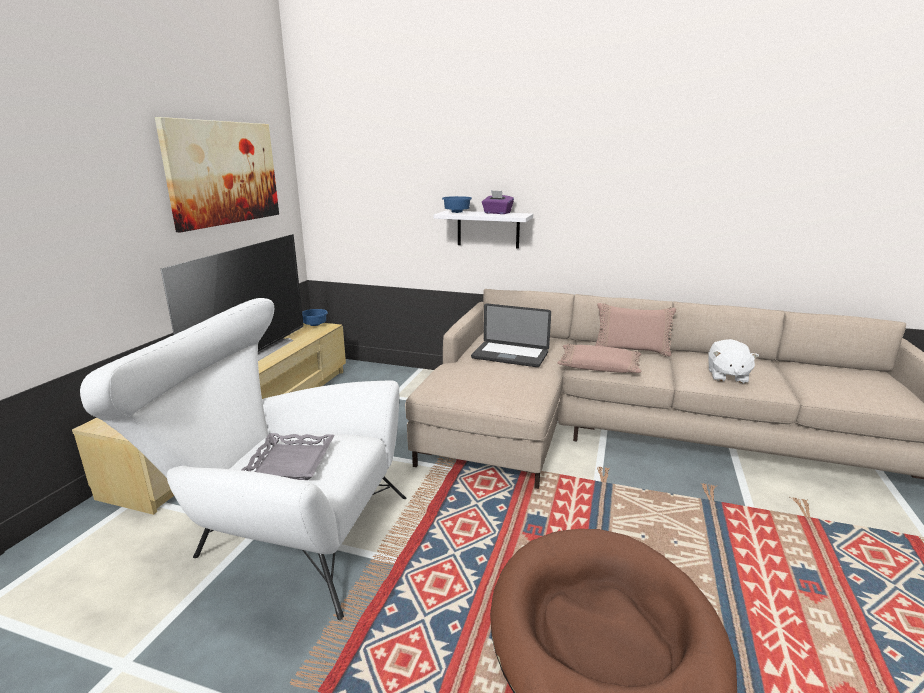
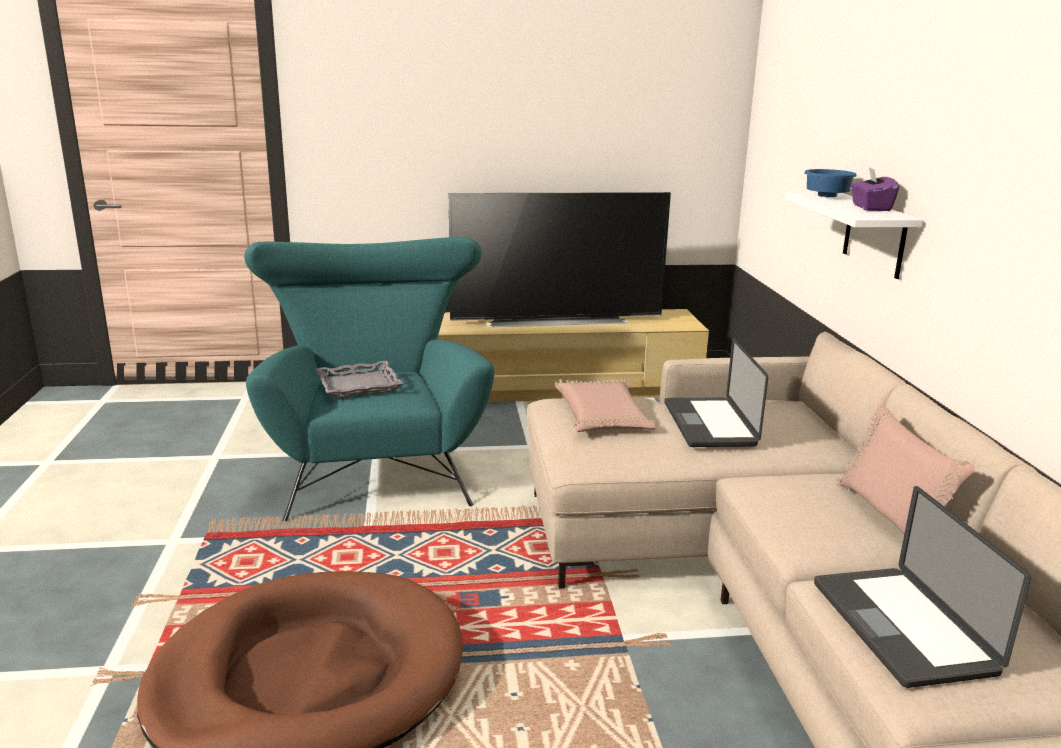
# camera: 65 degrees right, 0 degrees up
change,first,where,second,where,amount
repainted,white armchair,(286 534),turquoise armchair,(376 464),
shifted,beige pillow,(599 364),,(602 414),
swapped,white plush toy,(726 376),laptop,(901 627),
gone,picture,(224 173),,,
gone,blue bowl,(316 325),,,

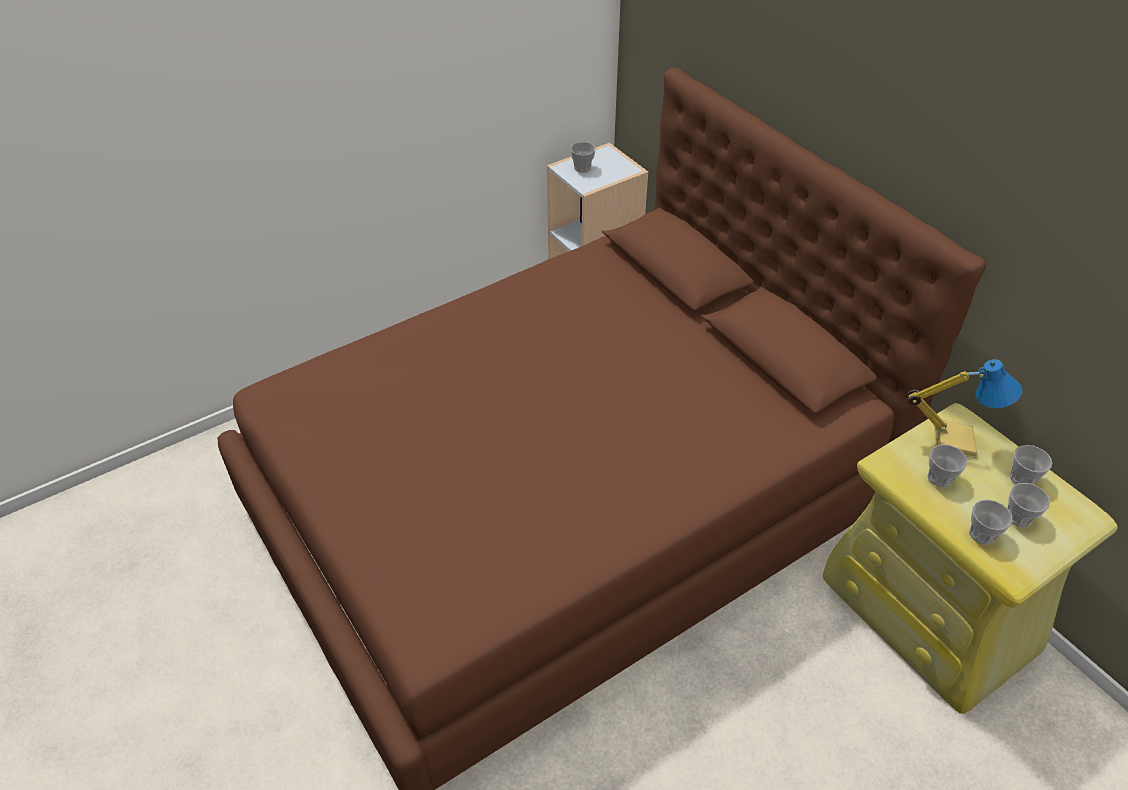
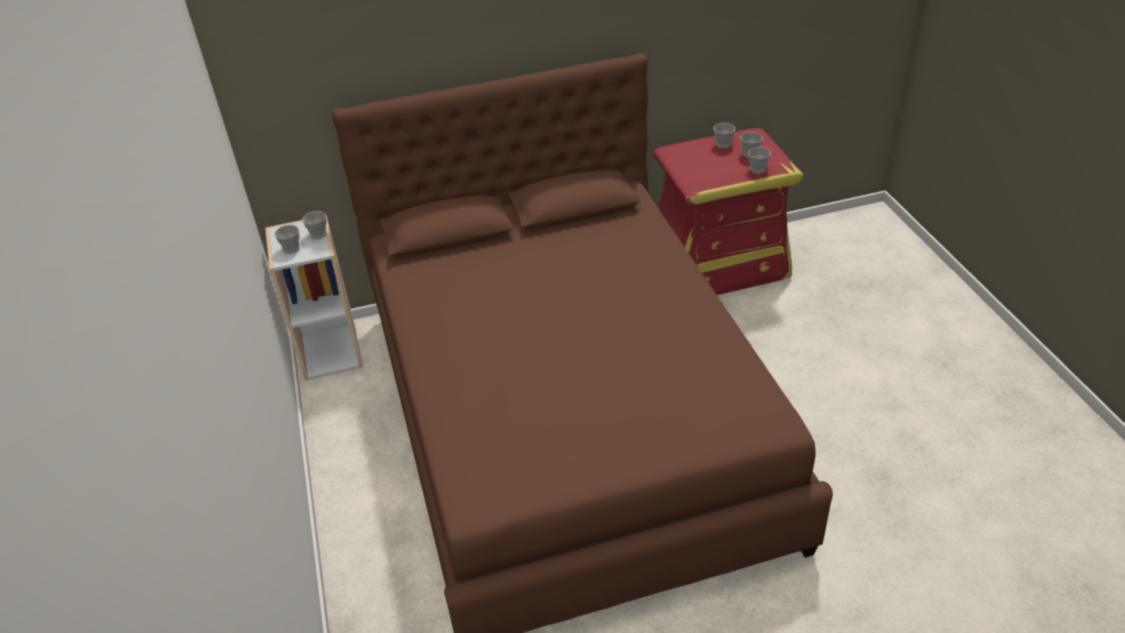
# camera: 70 degrees left, 5 degrees down
change,first,where,second,where,amount
shifted,cup,(939 478),,(318 234),
repainted,yellow nightstand,(928 614),red nightstand,(721 267),
gone,table lamp,(953 440),,,

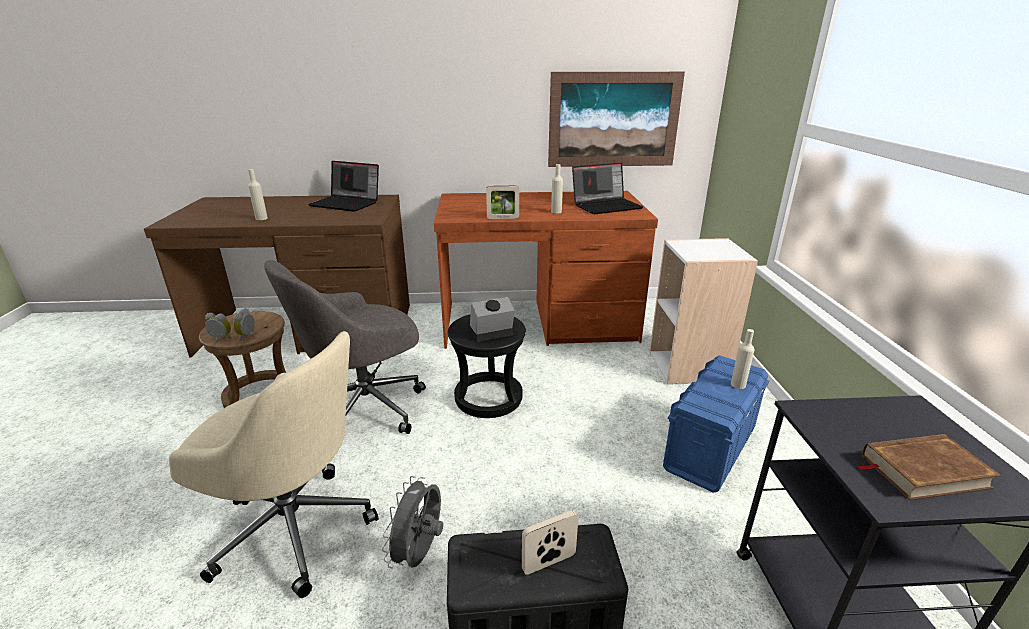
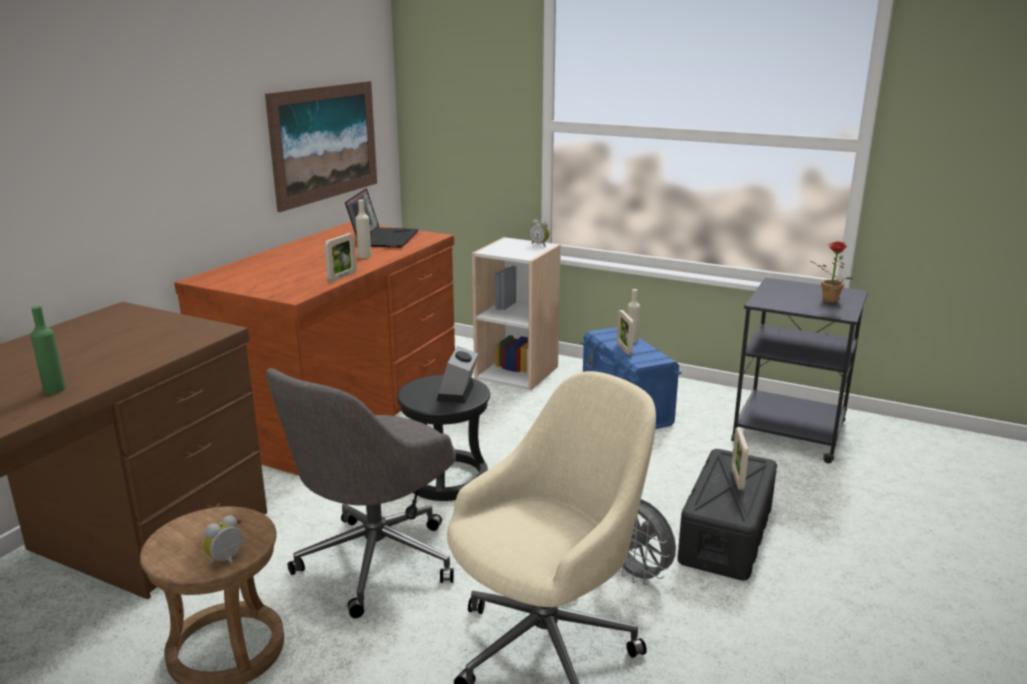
# camera: 60 degrees left, 5 degrees down
change,first,where,second,where,amount
repainted,beige bottle,(261 218),green bottle,(54 389),
rotated,grey office chair,(366 410),,(376 563),45 degrees clockwise
shifted,alarm clock,(248 336),,(539 244),
new,,,picture frame,(624 349),
swapped,brown book,(923 471),potted plant,(827 300),
gone,laptop,(347 203),,,

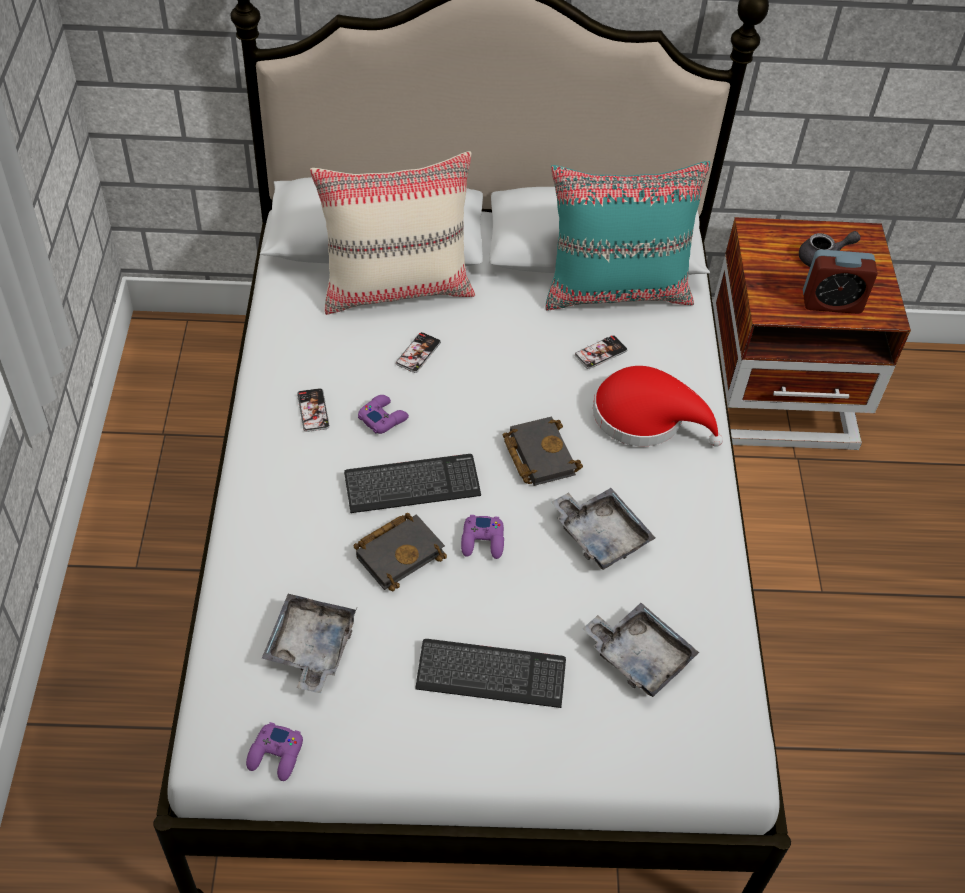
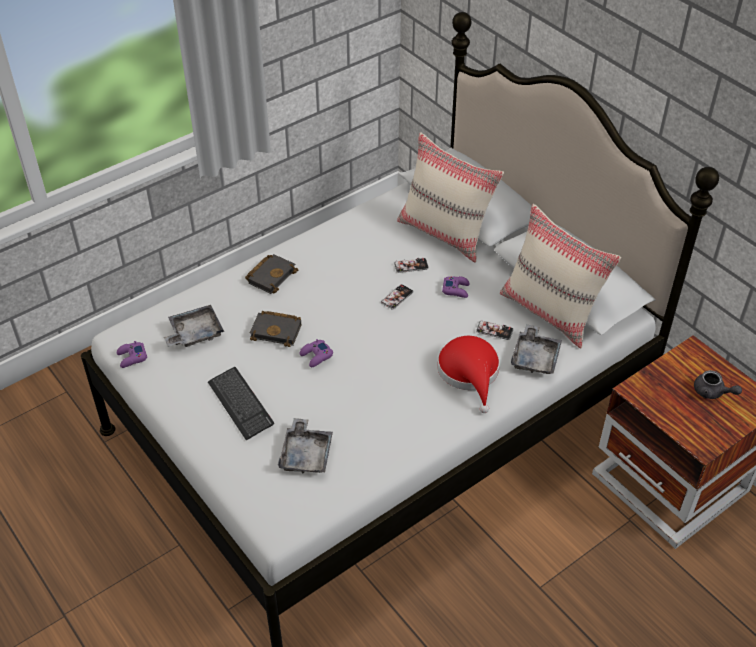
# camera: 55 degrees right, 5 degrees down
change,first,where,second,where,amount
shifted,black book,(537 454),,(271 275),
shifted,phone,(313 410),,(397 297),
shifted,purple game controller,(383 418),,(456 289),
repainted,turquoise pillow,(616 290),beige pillow,(550 312),
shifted,grey tray,(600 535),,(535 357),
gone,keyboard,(412 485),,,
gone,alarm clock,(831 303),,,

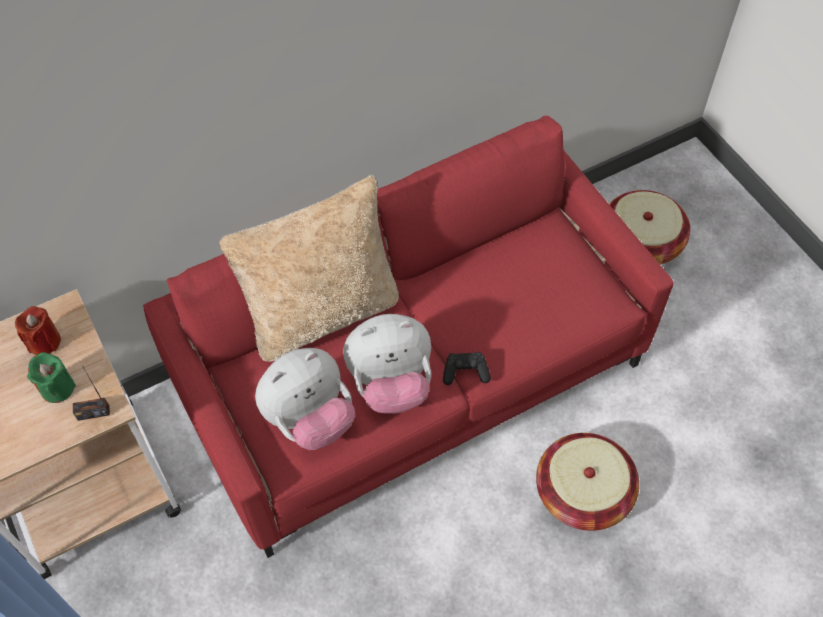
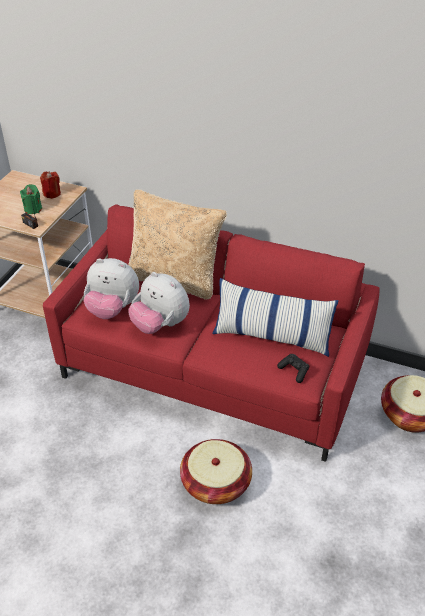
# camera: 50 degrees right, 15 degrees down
change,first,where,second,where,amount
new,,,pillow,(272 336),
shifted,black game controller,(465 372),,(294 371),

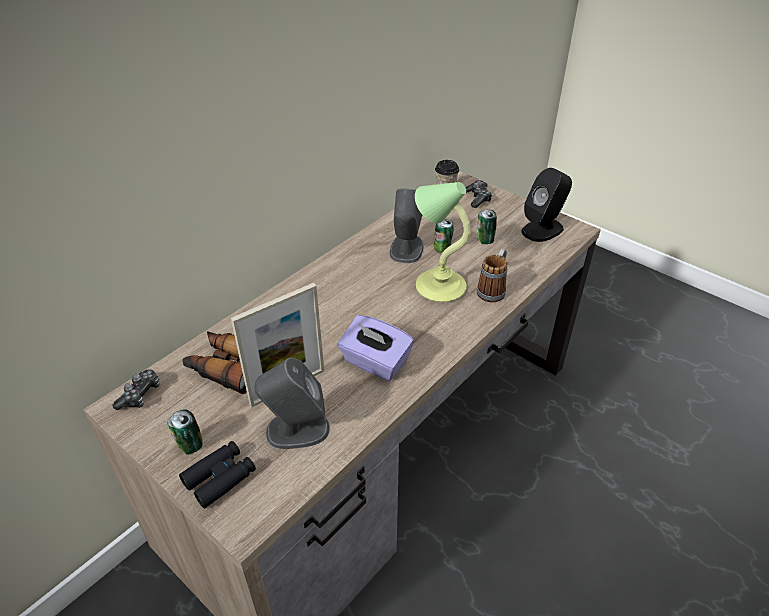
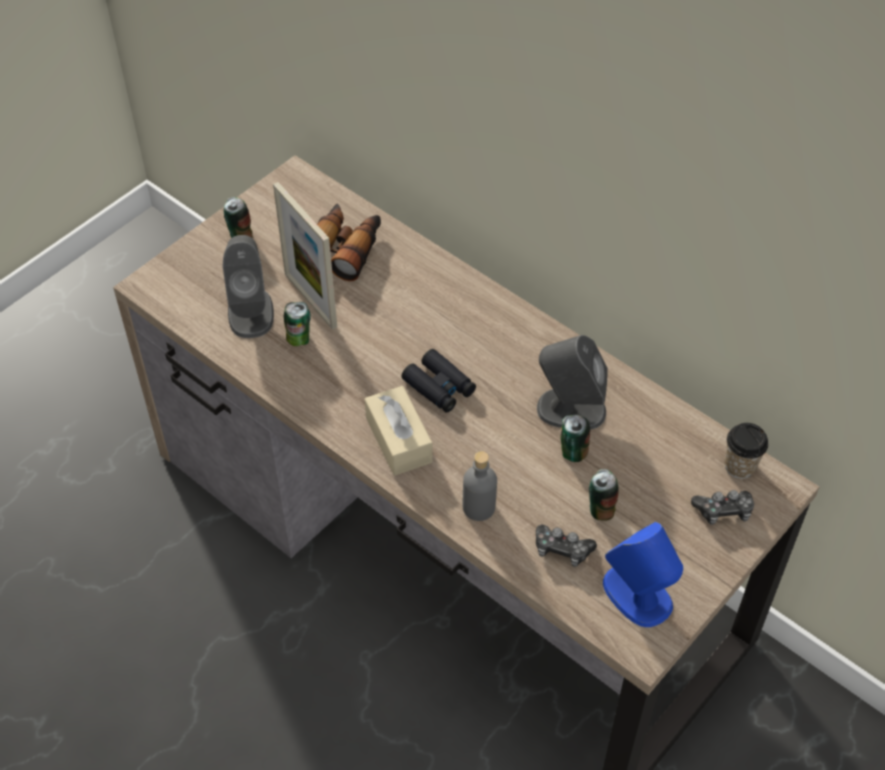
# camera: 90 degrees right, 10 degrees up
change,first,where,second,where,amount
new,,,can,(299 339),
new,,,beige tissue box,(398 440),
shifted,black binoculars,(220 478),,(439 387),
swapped,mug,(493 290),grey bottle,(479 507),
shifted,game controller,(140 395),,(562 550),
repainted,black speaker,(542 229),blue speaker,(638 595),
gone,purple tissue box,(375 362),,,
gone,table lamp,(439 286),,,

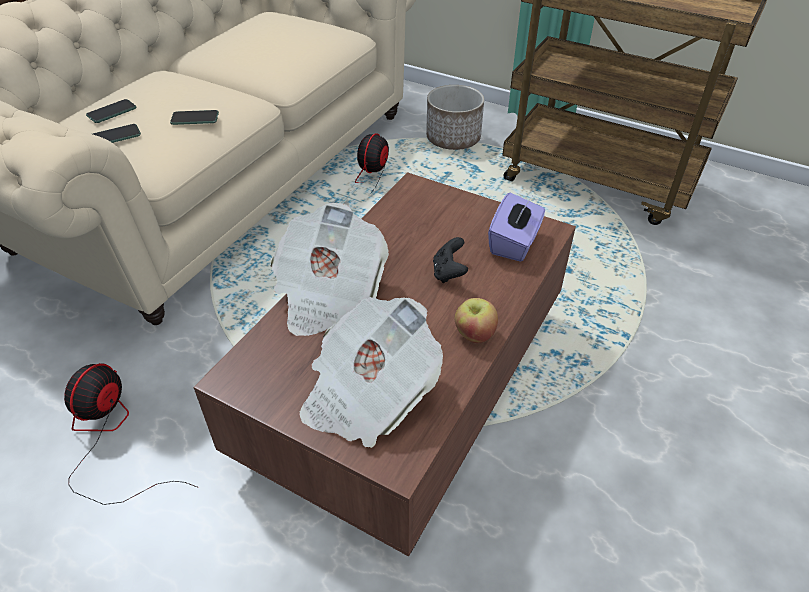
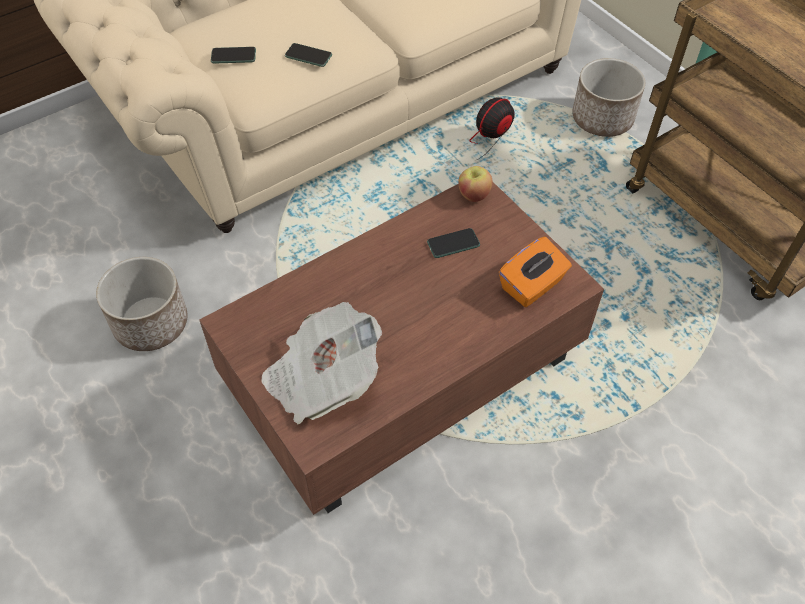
# camera: 25 degrees right, 10 degrees up
change,first,where,second,where,amount
swapped,fan,(111 439),planter,(151 323),
shifted,phone,(112 112),,(453 244),
shifted,apple,(474 334),,(473 194),
repainted,purple tissue box,(514 243),orange tissue box,(532 286),
gone,newspaper,(328 295),,,
gone,black game controller,(449 273),,,

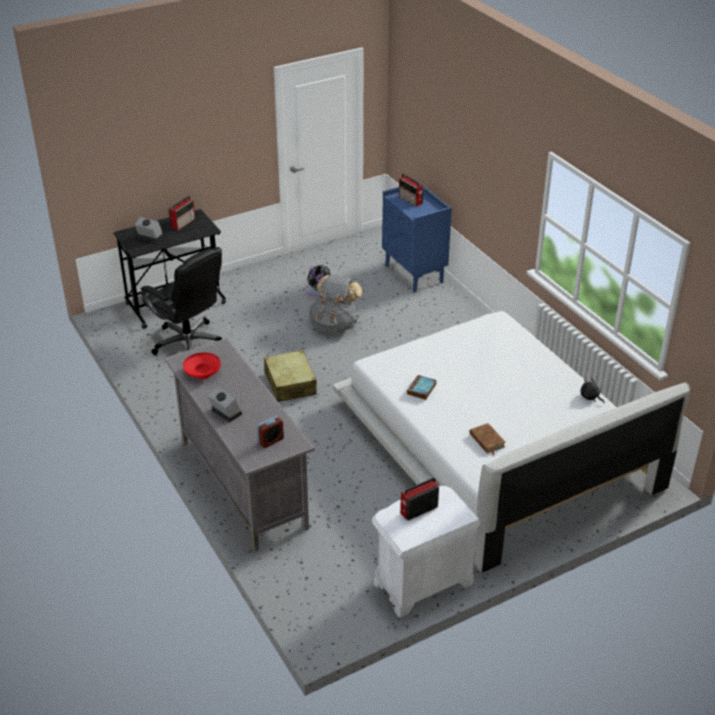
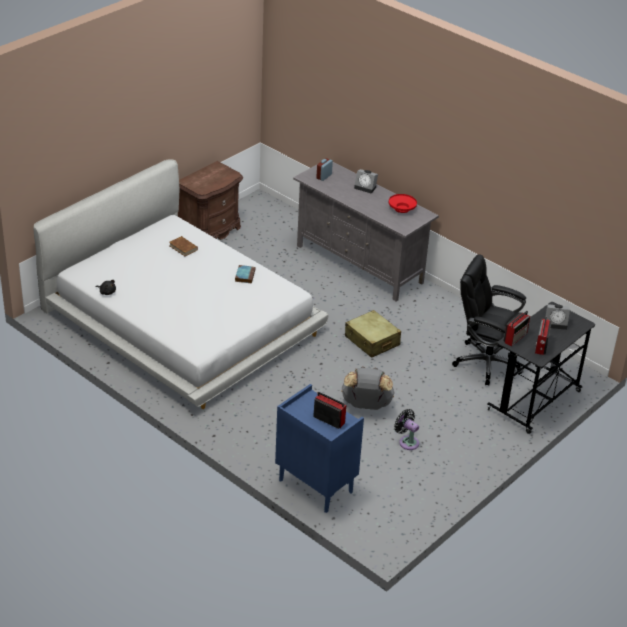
# camera: 160 degrees right, 0 degrees up
change,first,where,second,where,amount
repainted,white nightstand,(420 581),brown nightstand,(211 230),
shifted,radio,(418 510),,(516 337),

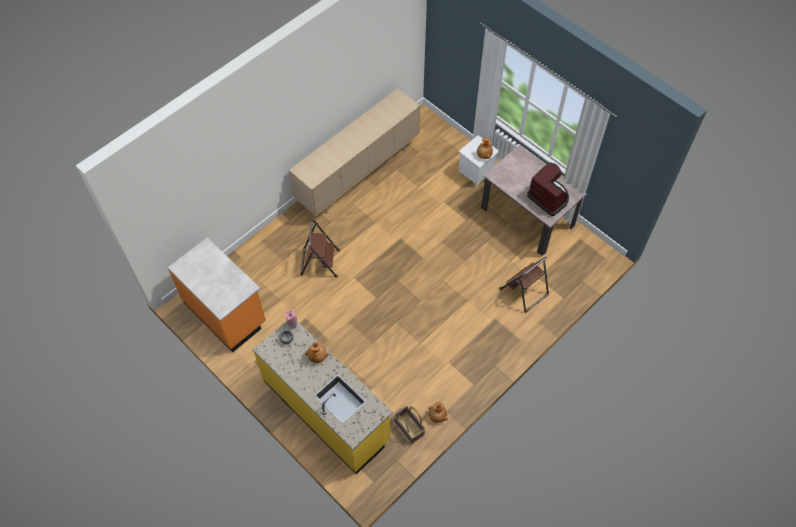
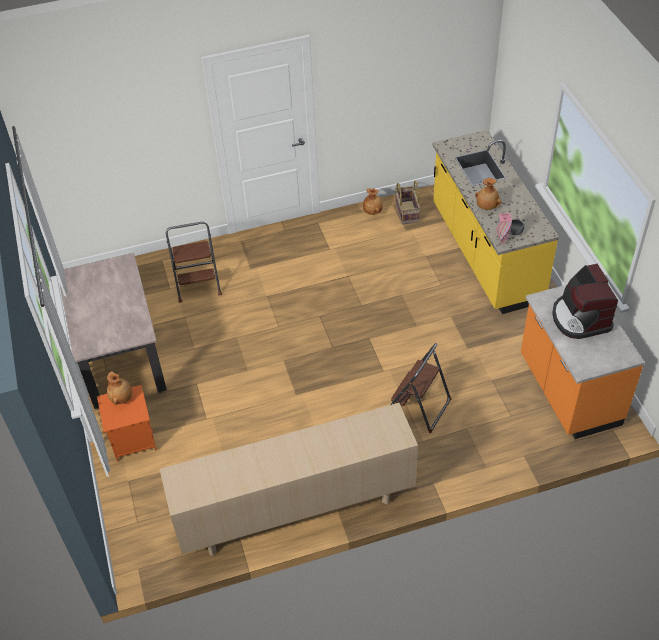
# camera: 150 degrees left, 10 degrees down
change,first,where,second,where,amount
repainted,white nightstand,(477 173),orange nightstand,(132 439),
shifted,coffee machine,(548 197),,(580 318),

